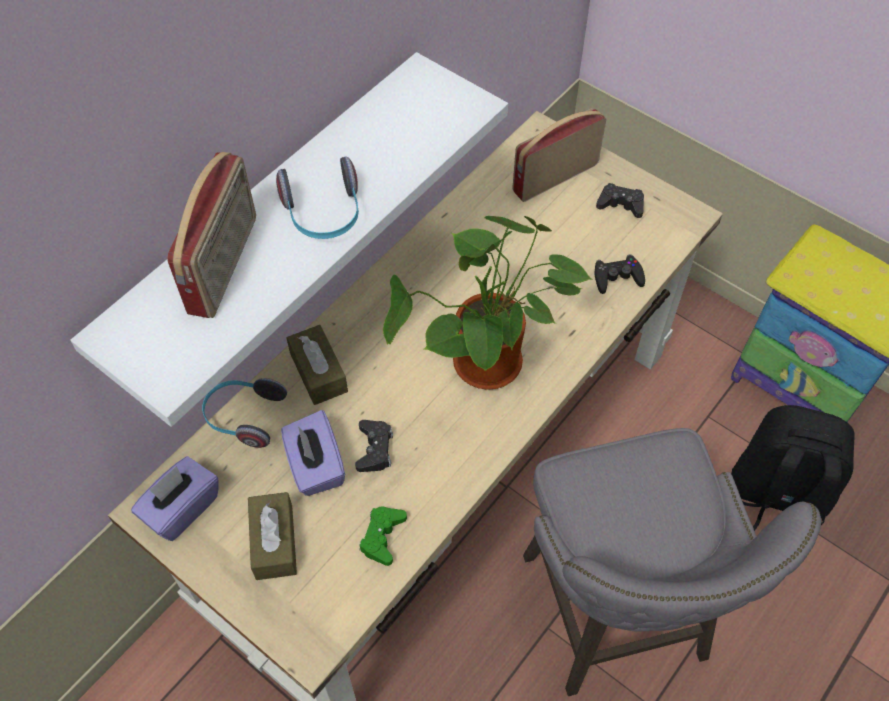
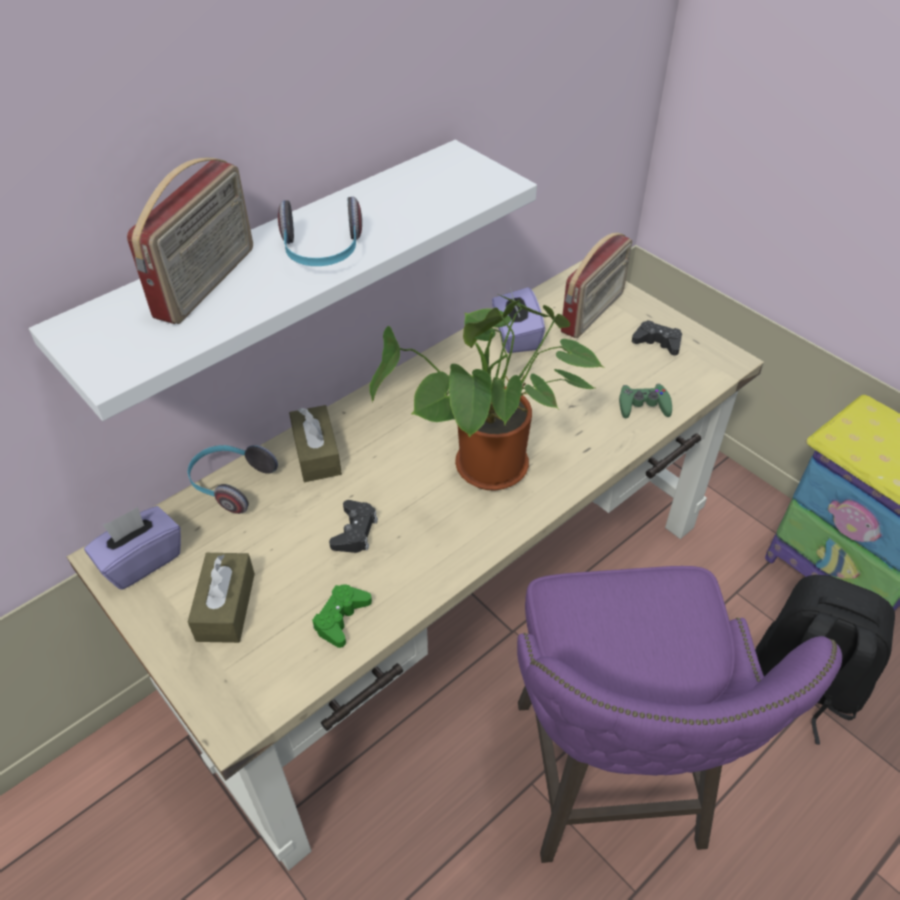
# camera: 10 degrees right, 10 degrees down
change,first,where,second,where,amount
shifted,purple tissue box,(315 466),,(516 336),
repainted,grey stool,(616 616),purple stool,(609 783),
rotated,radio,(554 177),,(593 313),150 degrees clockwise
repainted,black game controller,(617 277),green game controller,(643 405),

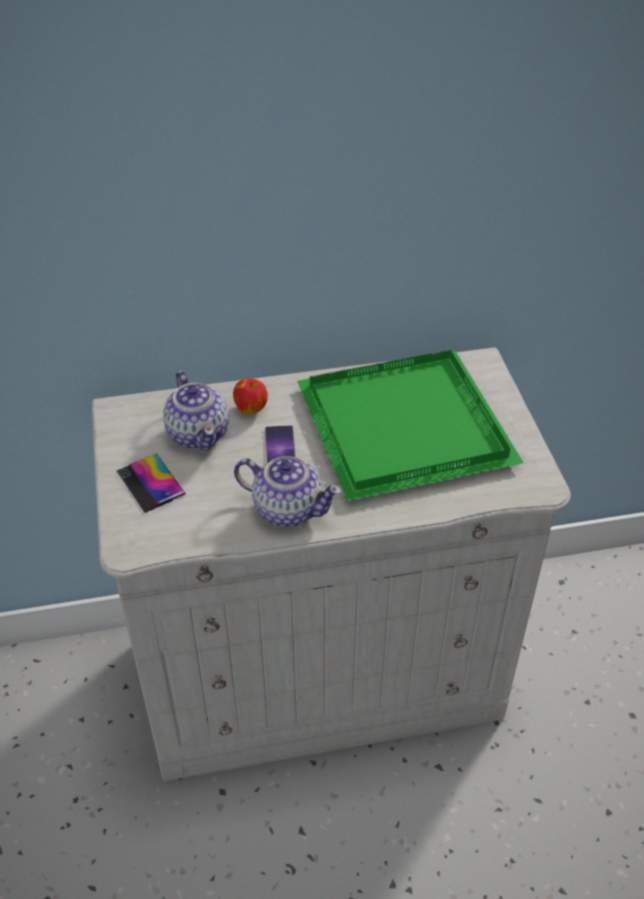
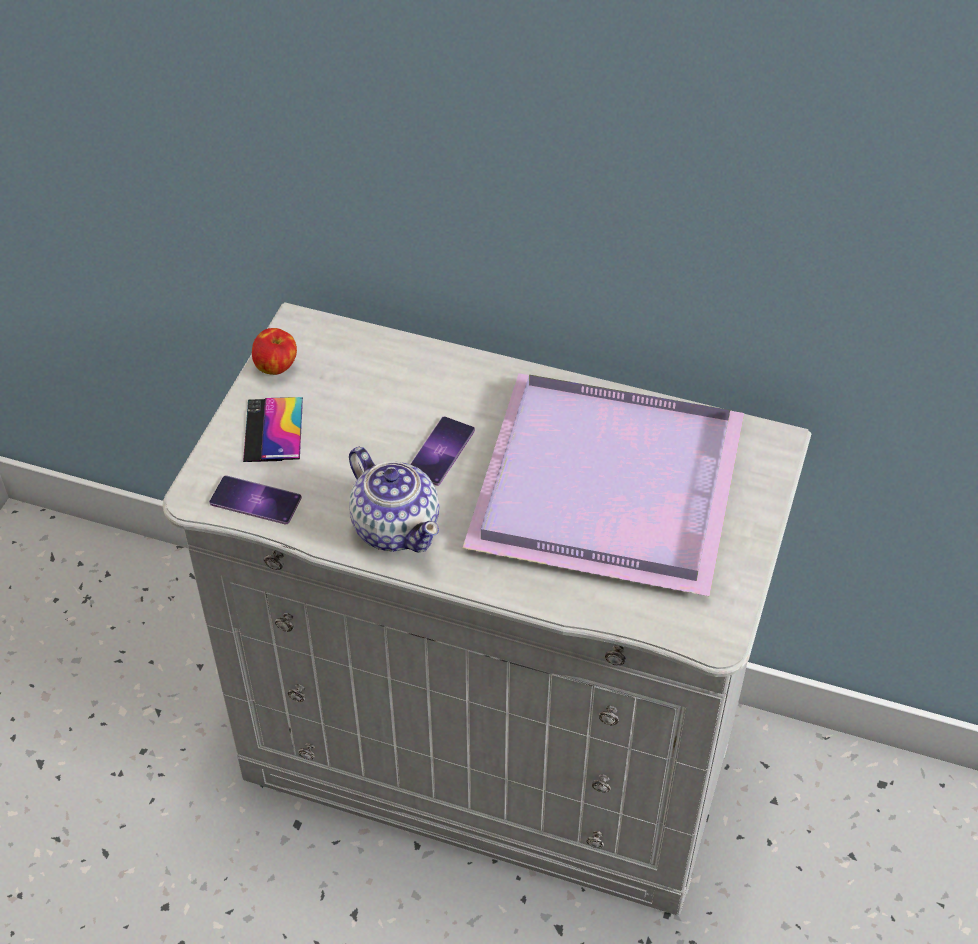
# camera: 30 degrees right, 5 degrees up
change,first,where,second,where,amount
new,,,phone,(255 500),
shifted,apple,(251 408),,(276 367),
repainted,green tray,(402 429),purple tray,(602 488),
gone,teapot,(199 433),,,

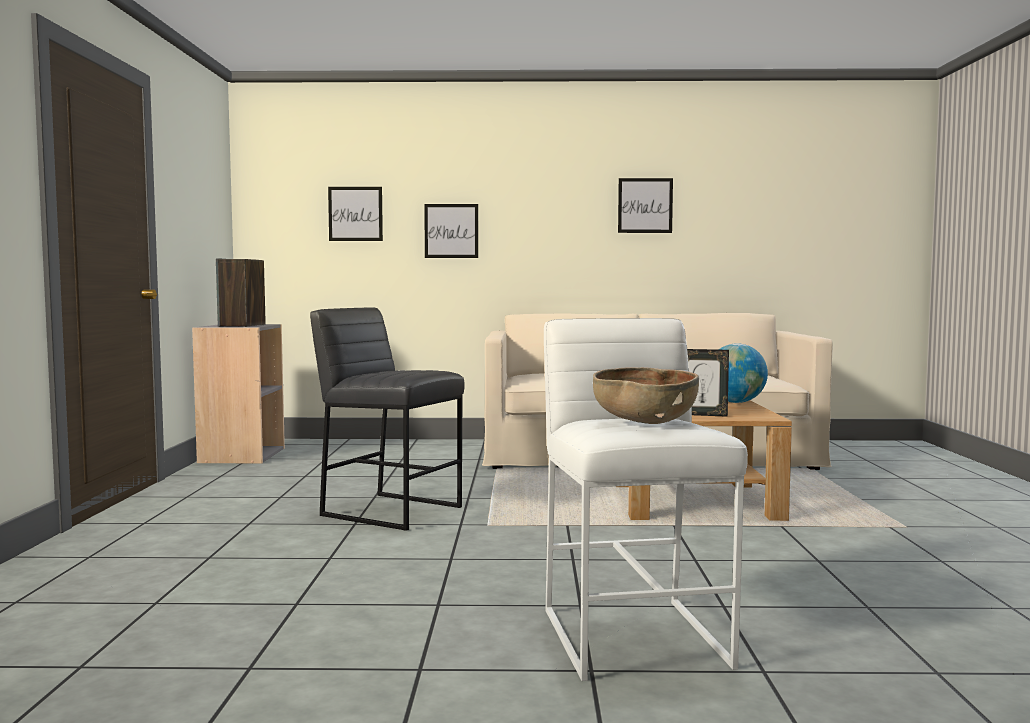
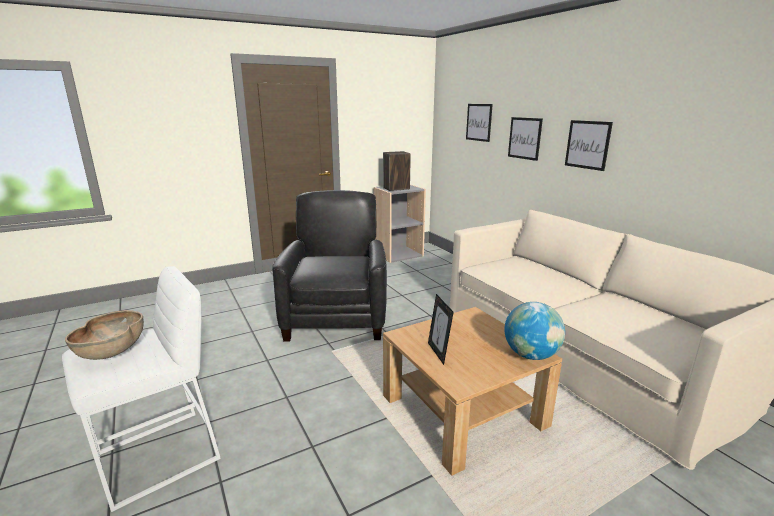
# camera: 60 degrees right, 15 degrees up
change,first,where,second,where,amount
swapped,grey stool,(390 511),black armchair,(336 317),
shifted,picture,(645 205),,(587 144),

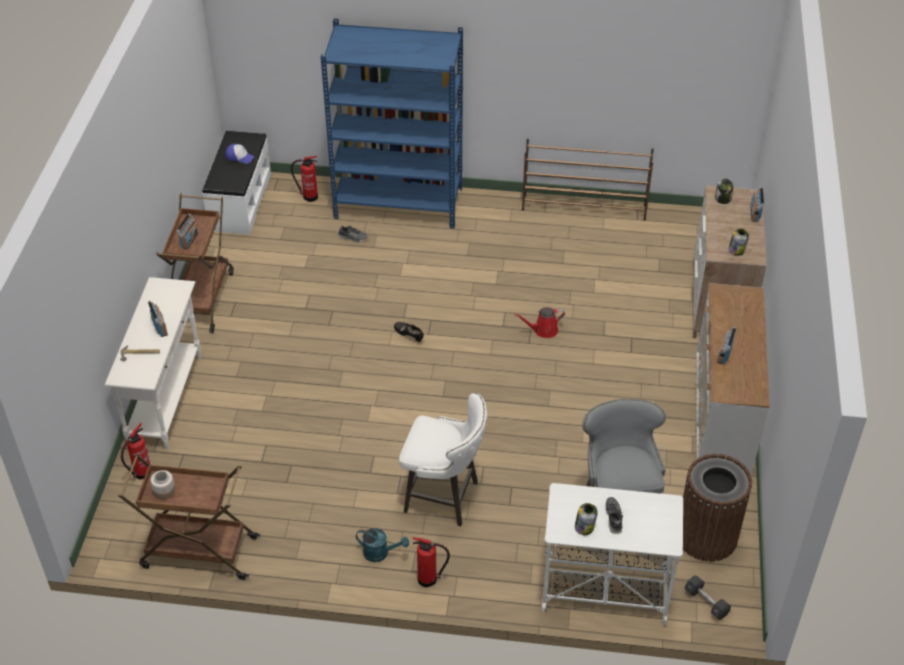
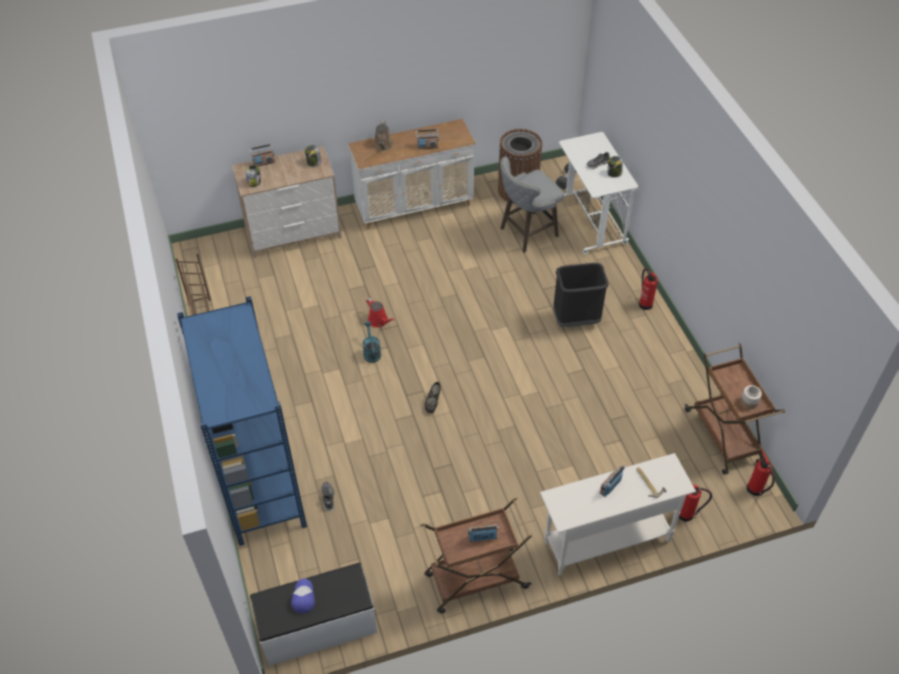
# camera: 115 degrees left, 5 degrees up
change,first,where,second,where,amount
shifted,turquoise watering can,(380 553),,(371 352),
new,,,brown watering can,(383 145),
swapped,white stool,(445 498),black trash can,(576 320),
shifted,fire extinguisher,(309 196),,(755 490),

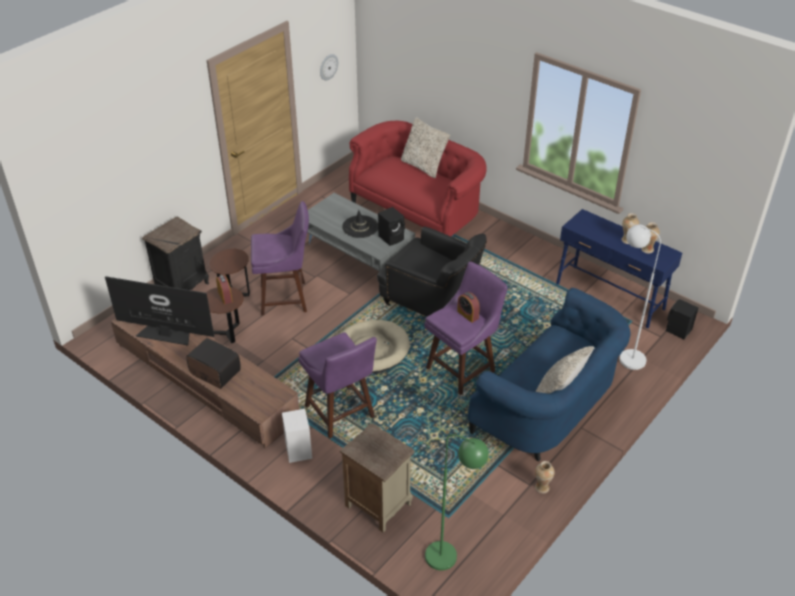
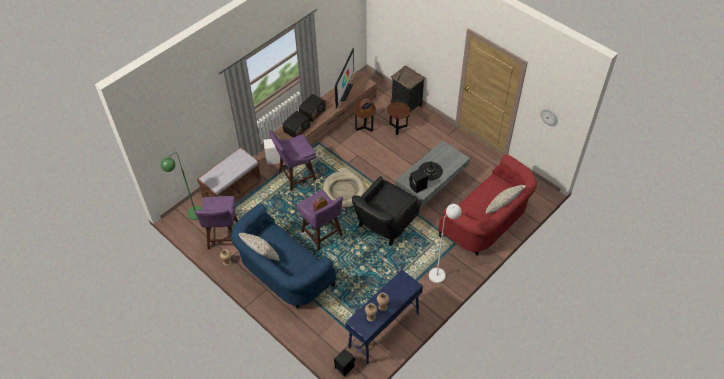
# camera: 95 degrees right, 10 degrees up
change,first,where,second,where,amount
shifted,purple stool,(286 298),,(223 238),
swapped,beige nightstand,(378 503),brown bench,(232 190),
new,,,radio,(296 129),
shifted,white floor lamp,(625 357),,(440 272),

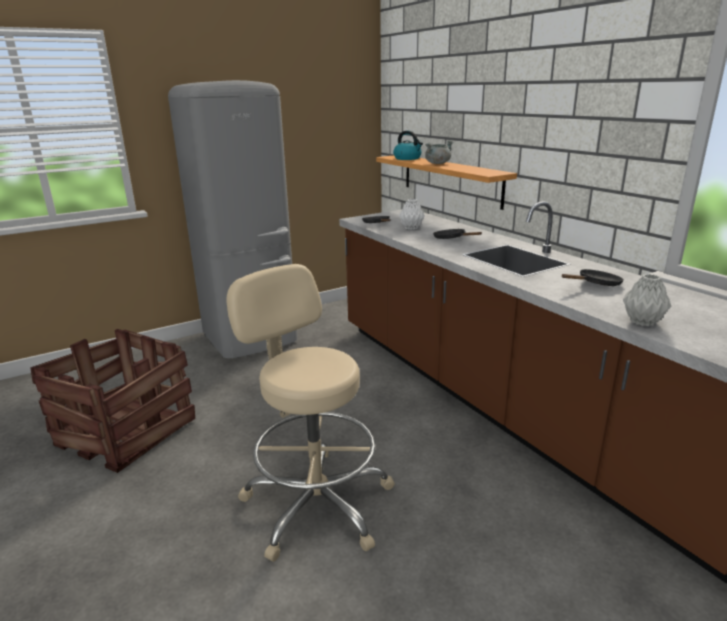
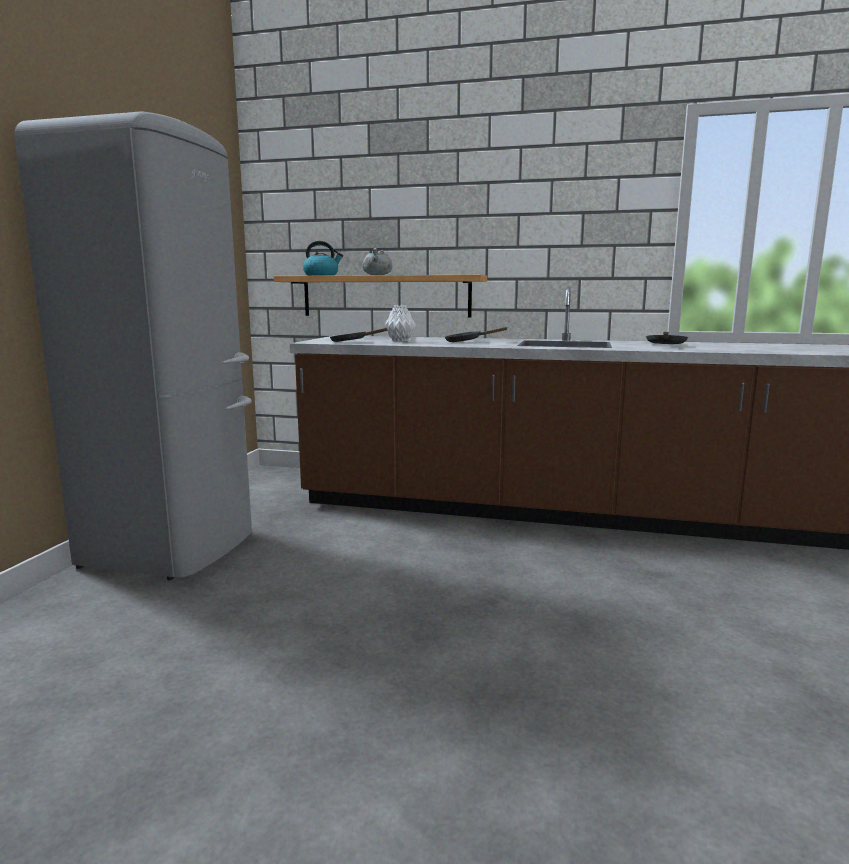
# camera: 45 degrees left, 10 degrees down
change,first,where,second,where,amount
gone,crate,(126 432),,,
gone,beige stool,(316 502),,,
gone,grey vase,(641 322),,,

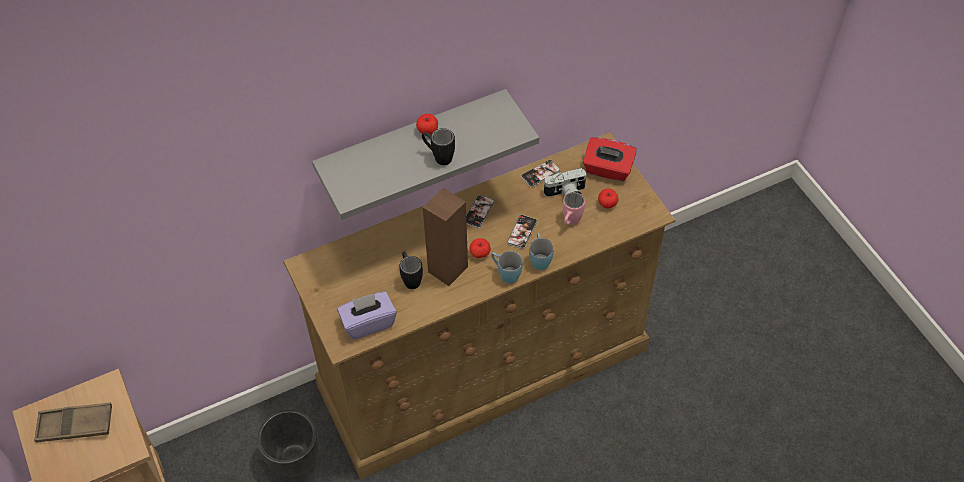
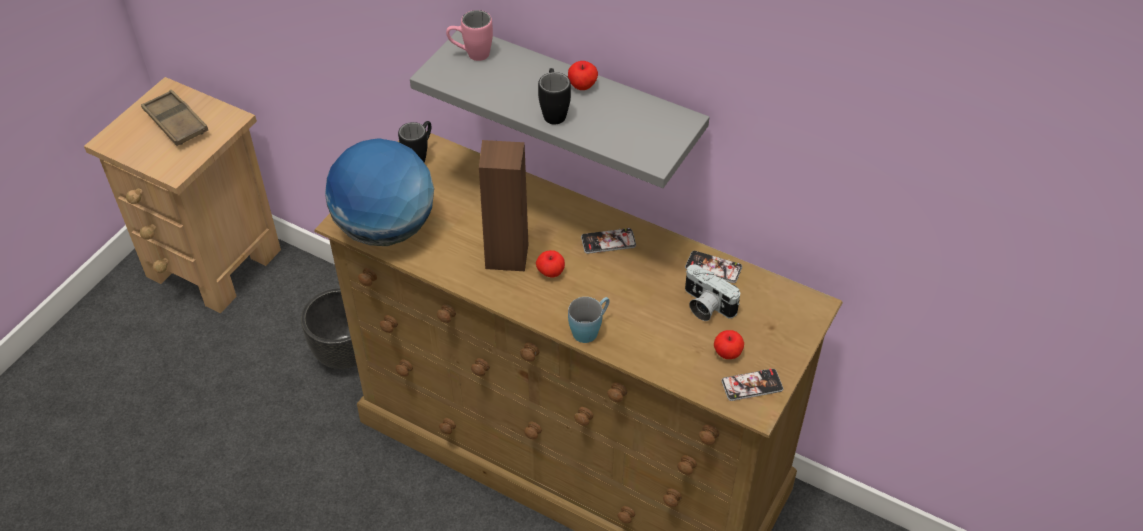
# camera: 55 degrees right, 5 degrees down
change,first,where,second,where,amount
swapped,purple tissue box,(368 323),globe,(385 229),
shifted,black mug,(410 278),,(420 156),
shifted,pink mug,(570 223),,(471 55),
shifted,phone,(522 232),,(752 385),
gone,blue mug,(505 273),,,
gone,red tissue box,(607 169),,,

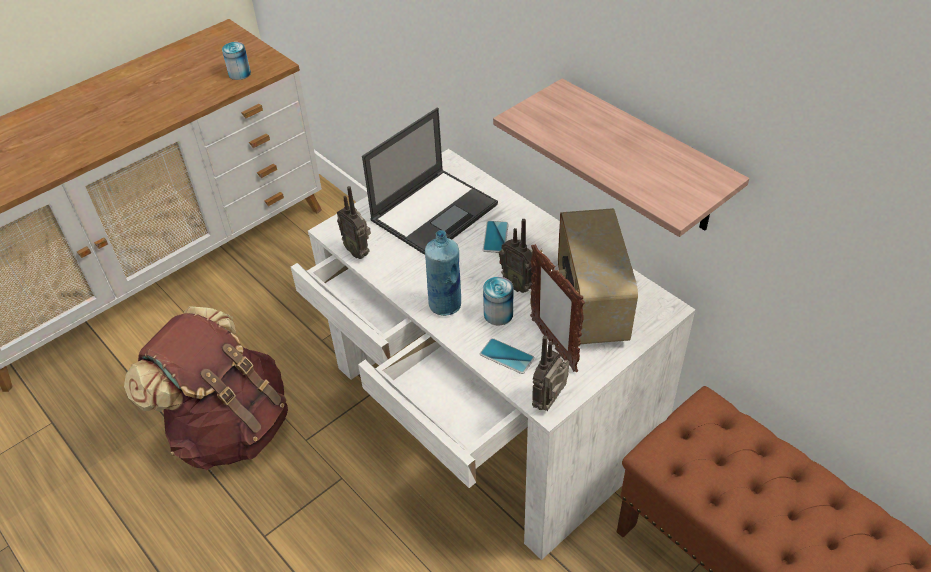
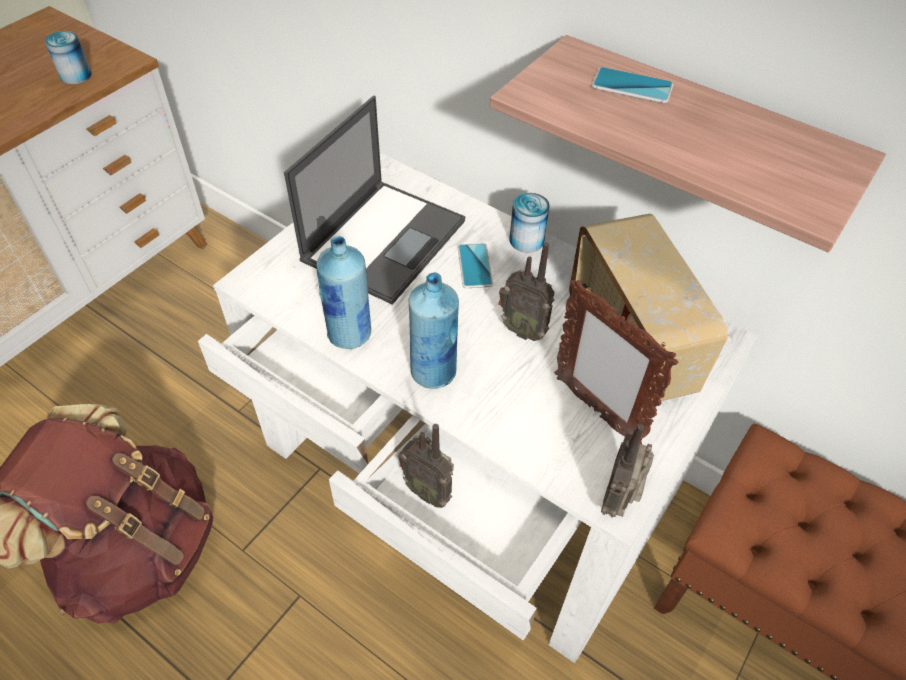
# camera: 15 degrees left, 5 degrees up
change,first,where,second,where,amount
new,,,blue bottle,(350 335),
shifted,radio,(358 251),,(428 490),
shifted,can,(498 314),,(526 240),
shifted,phone,(506 356),,(632 86),

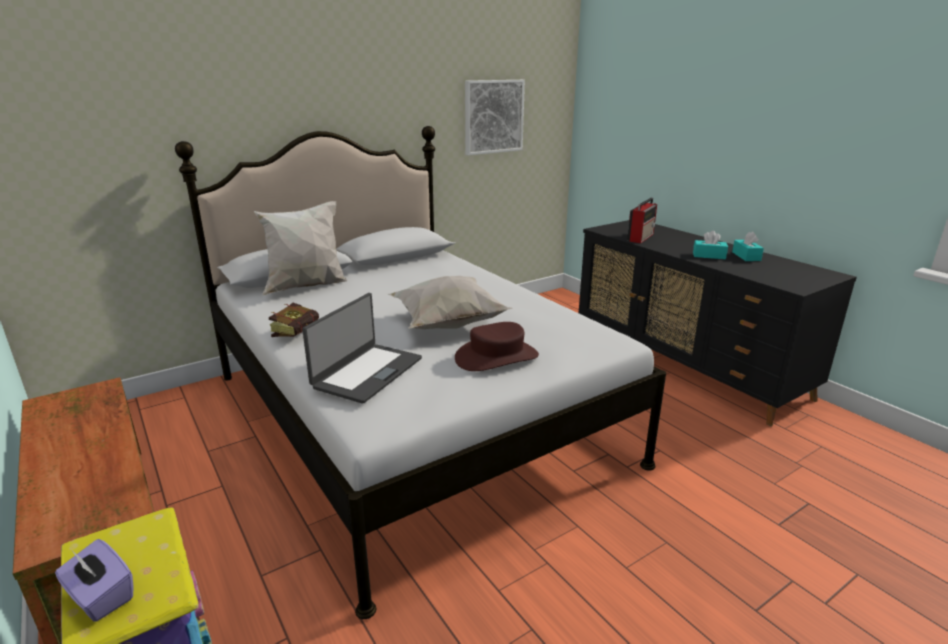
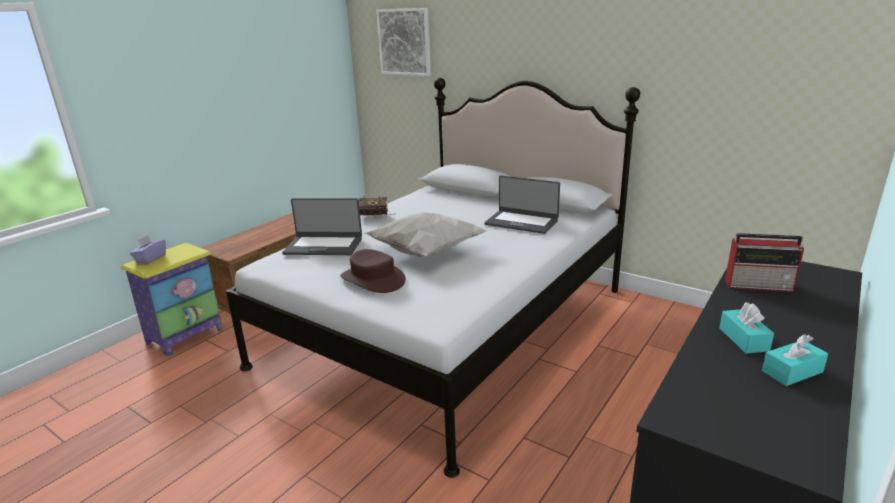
# camera: 70 degrees right, 0 degrees up
change,first,where,second,where,amount
shifted,picture,(493 117),,(404 42),
new,,,laptop,(521 222),
gone,white pillow,(307 287),,,

